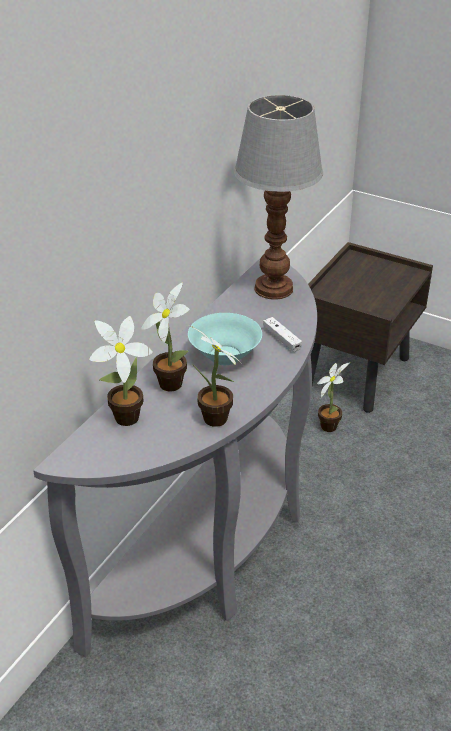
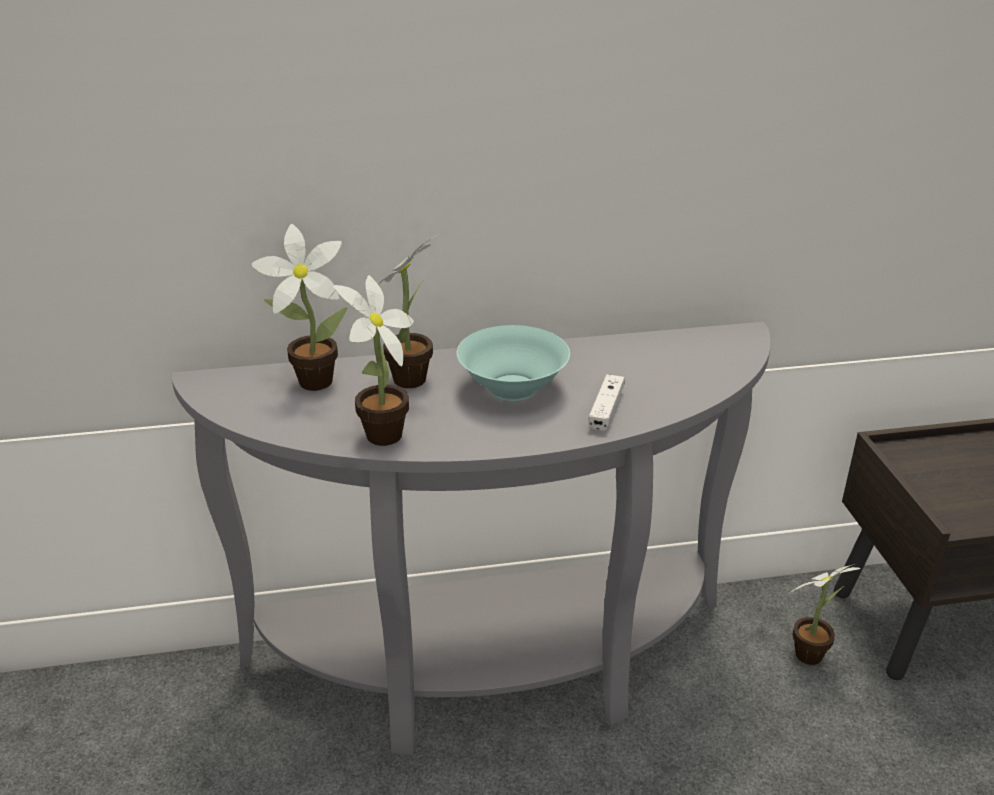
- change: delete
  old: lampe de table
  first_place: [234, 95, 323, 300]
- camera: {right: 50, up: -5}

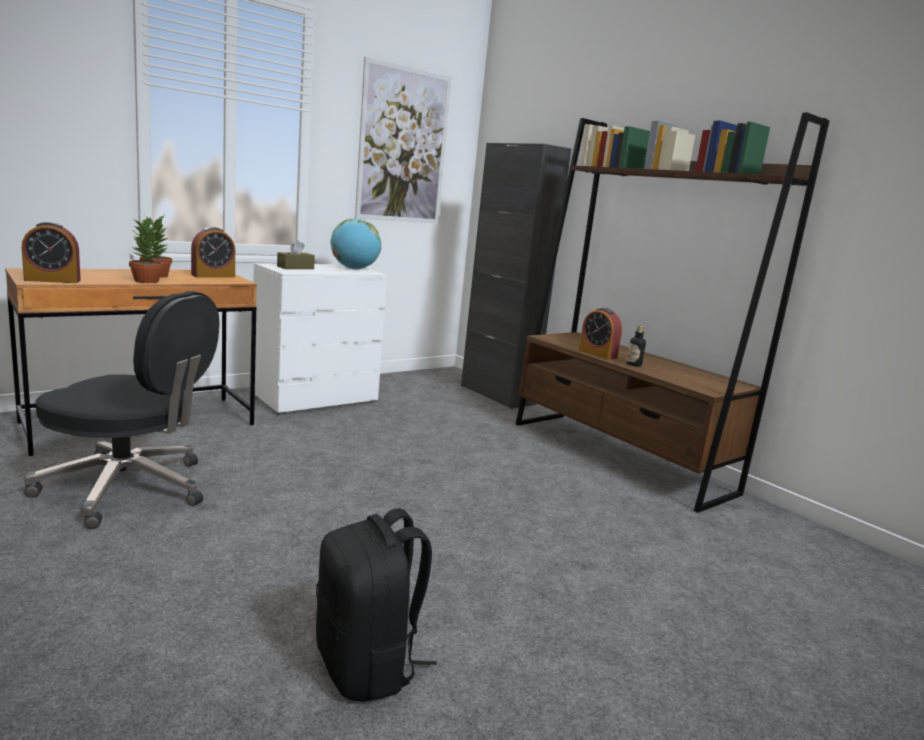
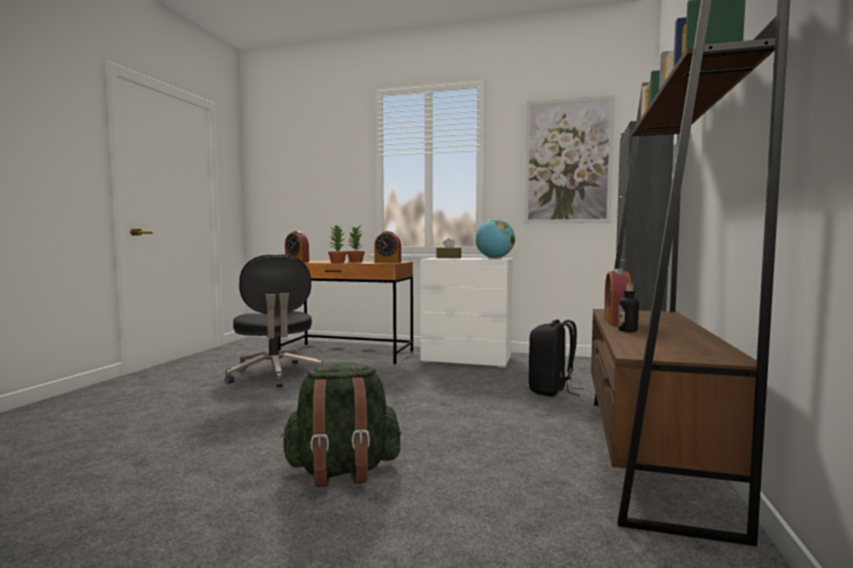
- change: insert
  new: sac à dos (vert)
  second_place: [280, 362, 401, 487]
- change: move
  old: sac à dos (noir)
  first_place: [316, 508, 437, 702]
  second_place: [529, 320, 584, 397]
- camera: {right: 55, up: -10}

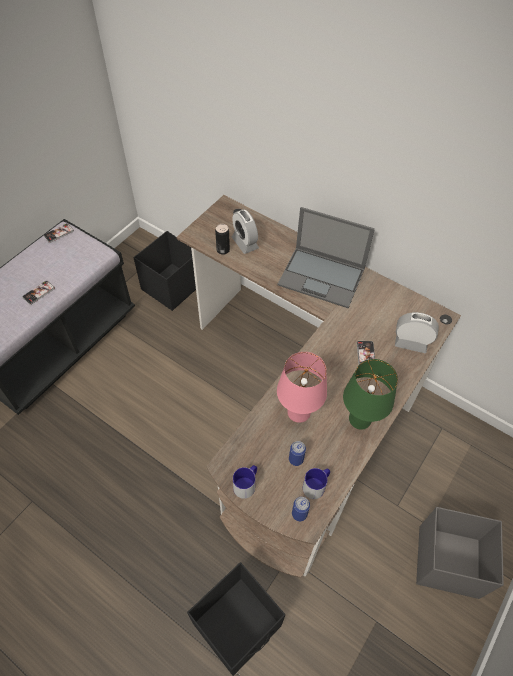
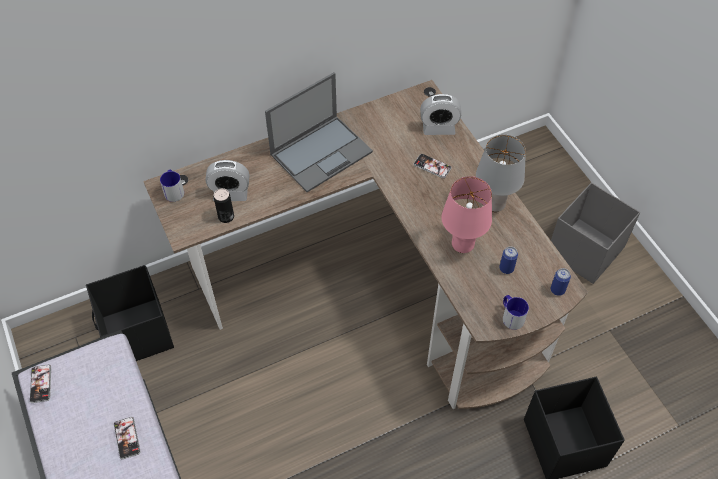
- change: move
  old: mug
  first_place: [303, 468, 330, 499]
  second_place: [160, 170, 184, 202]
- change: recolor
  old: lampe de table (vert)
  new: lampe de table (gris)
  first_place: [343, 359, 398, 430]
  second_place: [476, 135, 526, 212]
- change: rotate
  old: réveil
  first_place: [395, 312, 439, 353]
  second_place: [420, 94, 461, 135]
  degrees: -135
- camera: {right: -60, up: 0}

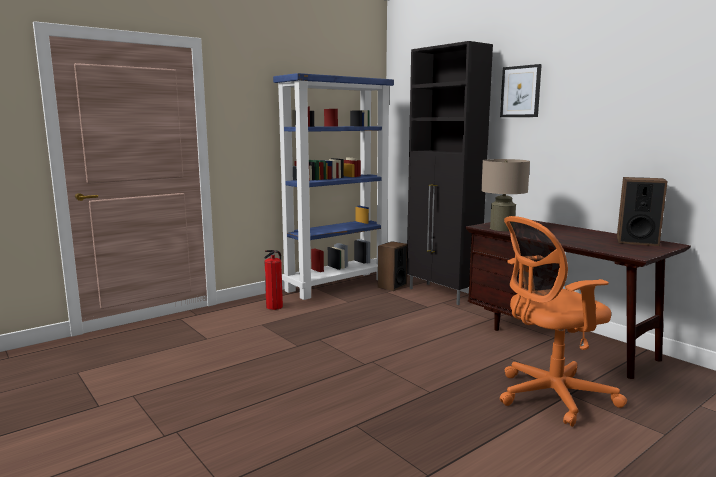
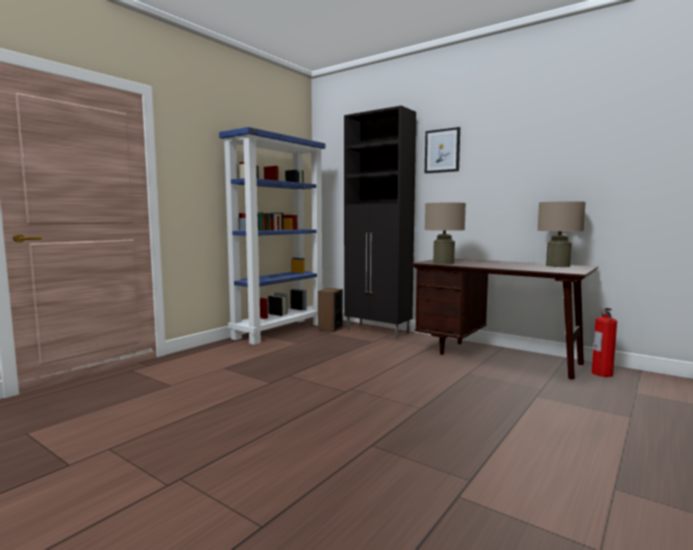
- change: delete
  old: chaise de bureau (orange)
  first_place: [500, 216, 627, 427]
- change: move
  old: extincteur
  first_place: [264, 250, 283, 310]
  second_place: [592, 308, 617, 377]
- change: replace
  old: enceinte
  new: lampe de table (beige)
  first_place: [617, 177, 668, 246]
  second_place: [537, 201, 586, 267]
- camera: {right: -15, up: -5}

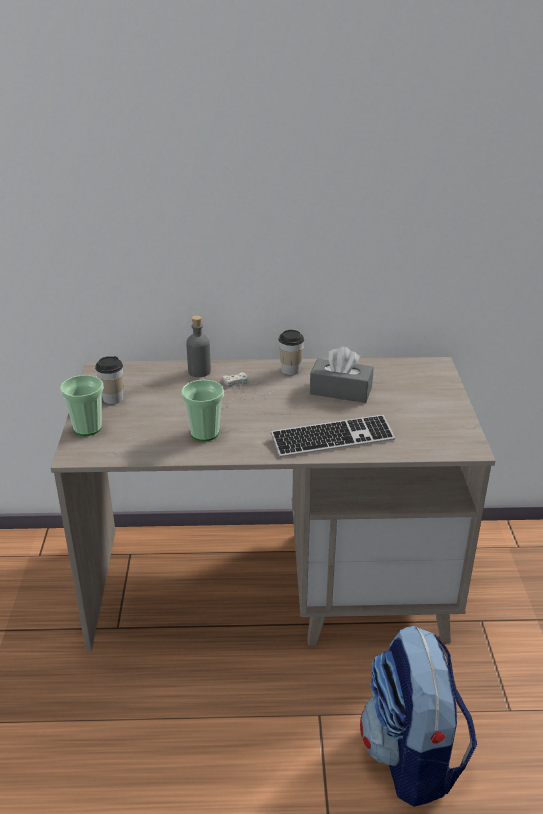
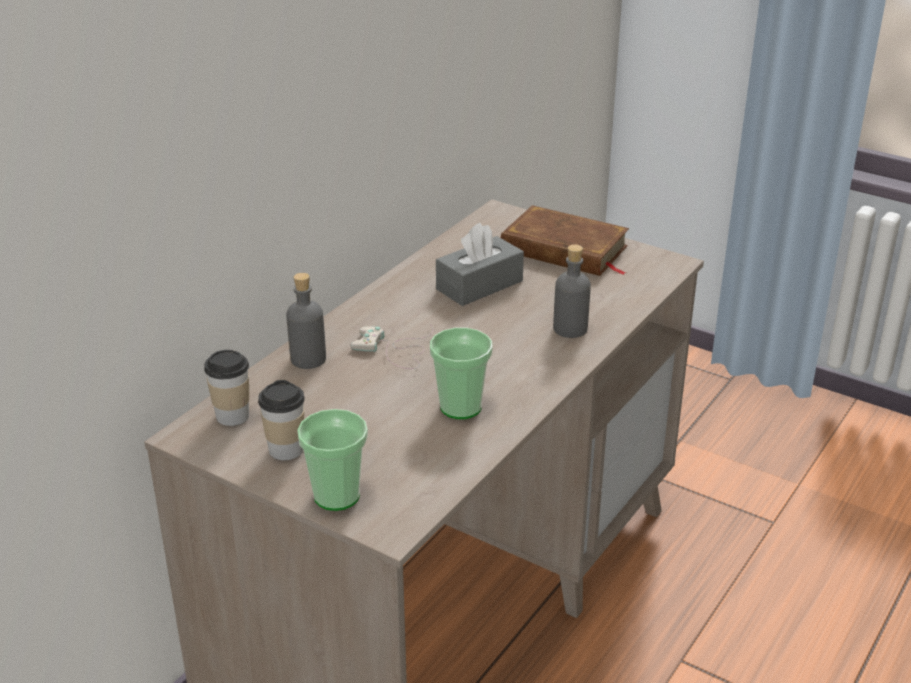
- change: delete
  old: sac à dos
  first_place: [360, 625, 477, 807]
- change: insert
  new: livre (marron)
  second_place: [501, 205, 629, 276]
- change: move
  old: tasse
  first_place: [279, 330, 304, 375]
  second_place: [204, 350, 249, 426]
- change: replace
  old: clavier
  new: bouteille (gris)
  first_place: [271, 415, 395, 457]
  second_place: [553, 245, 591, 338]
- camera: {right: -55, up: 0}

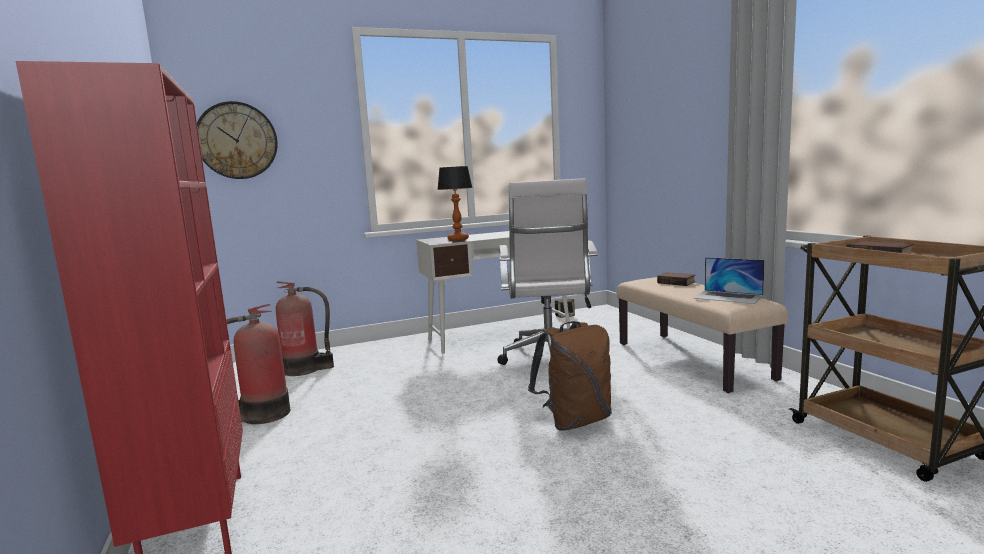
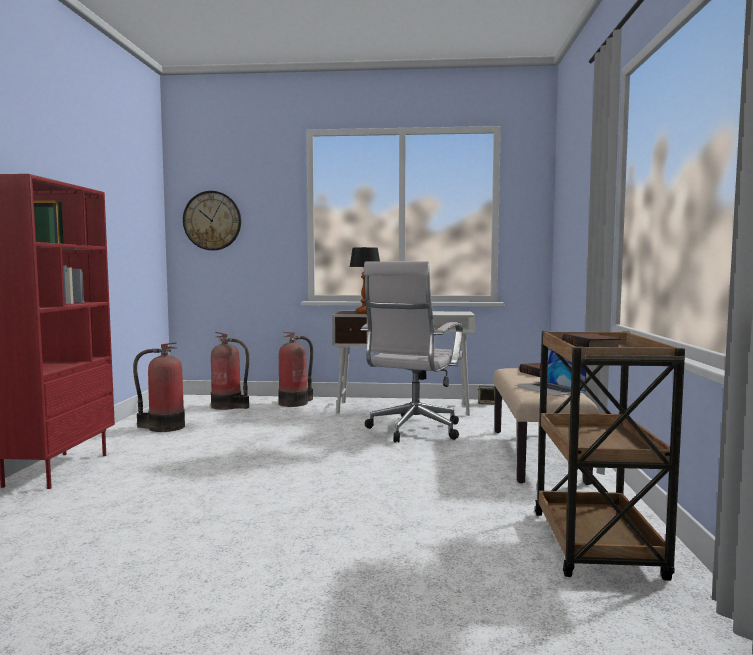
- change: delete
  old: sac à dos (marron)
  first_place: [528, 321, 612, 431]
- change: insert
  new: extincteur
  second_place: [278, 332, 313, 407]
- camera: {right: 25, up: -5}

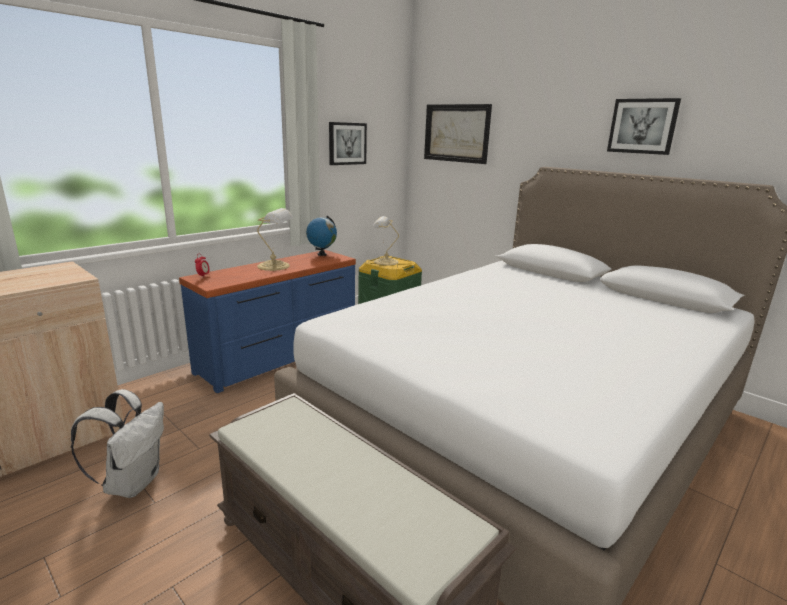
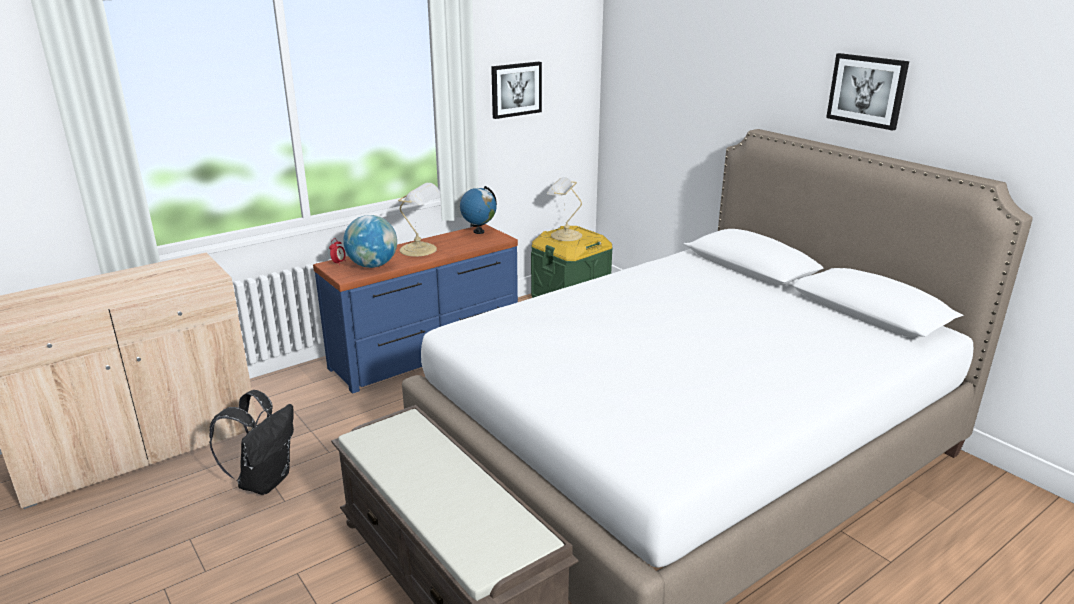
- change: delete
  old: tableau
  first_place: [424, 104, 492, 164]
- change: insert
  new: globe
  second_place: [343, 215, 397, 268]
- change: recolor
  old: sac à dos (blanc)
  new: sac à dos (noir)
  first_place: [71, 389, 164, 498]
  second_place: [209, 390, 294, 495]
- camera: {right: 10, up: 5}

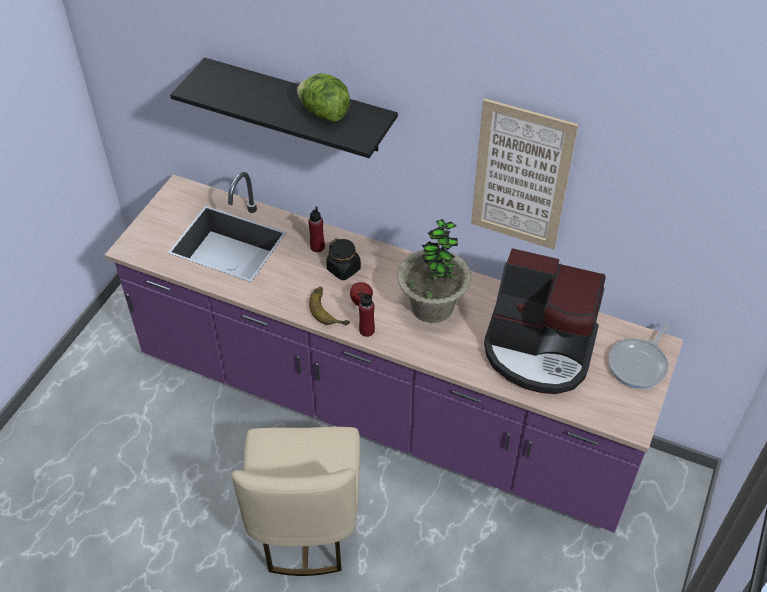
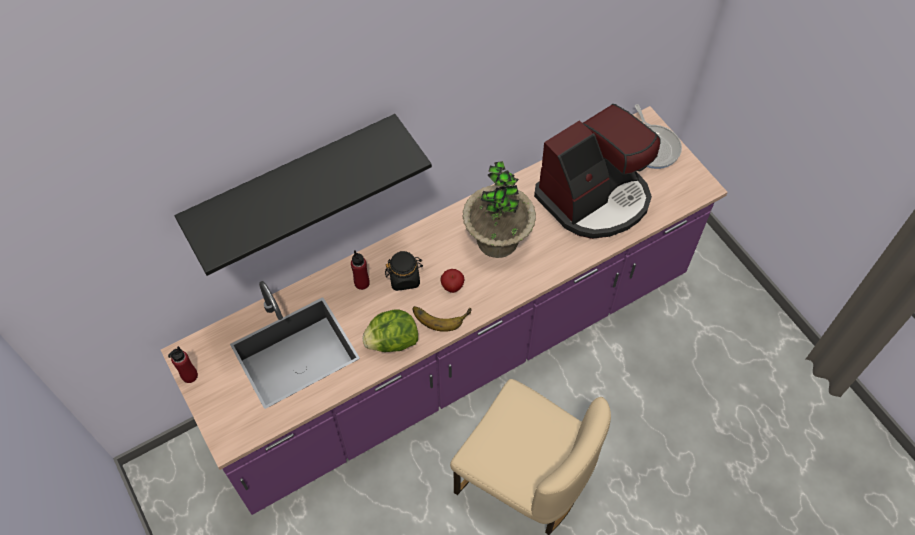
- change: delete
  old: tableau
  first_place: [471, 98, 578, 250]
- change: move
  old: laitue
  first_place: [297, 73, 350, 122]
  second_place: [362, 310, 418, 352]
- change: move
  old: bouteille (rouge)
  first_place: [358, 292, 375, 337]
  second_place: [168, 346, 198, 383]
- camera: {right: -55, up: 10}

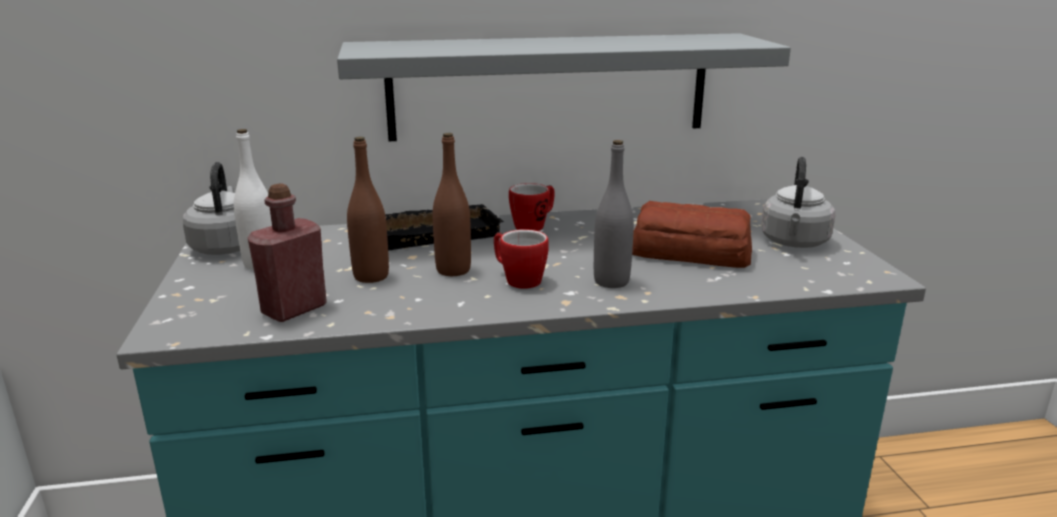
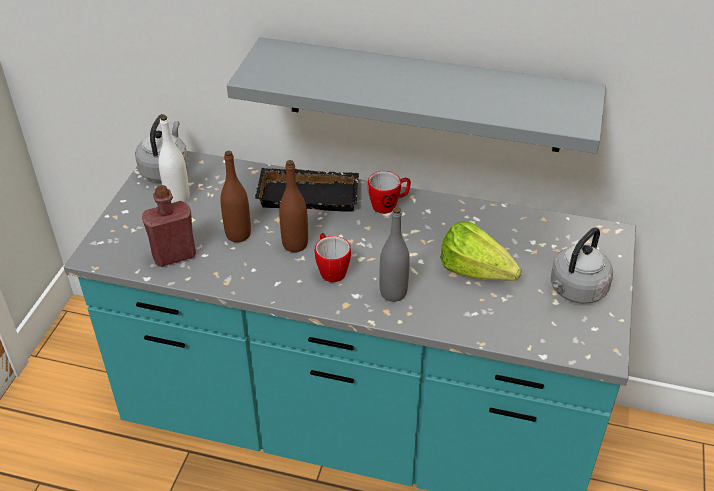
- change: replace
  old: pain
  new: laitue
  first_place: [632, 201, 752, 268]
  second_place: [440, 221, 522, 281]
- camera: {right: 25, up: 20}

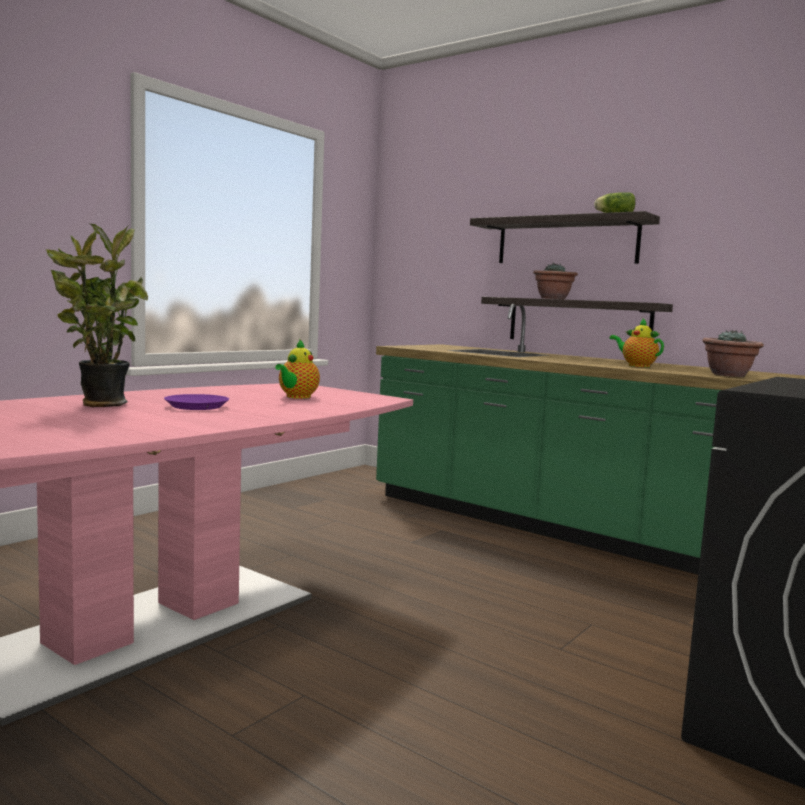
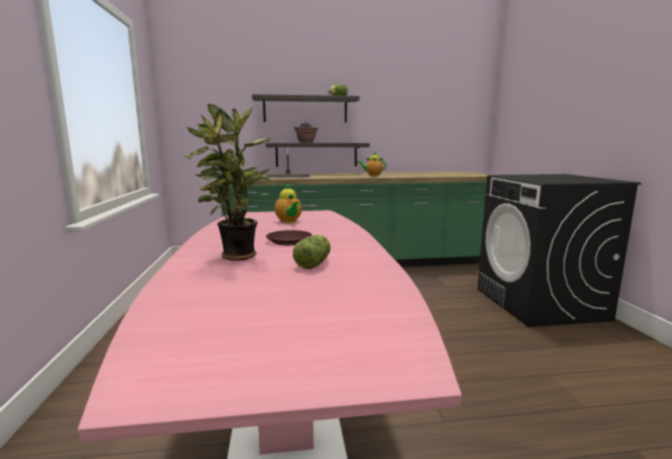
- change: delete
  old: plante en pot
  first_place: [702, 330, 764, 377]
- change: insert
  new: laitue
  second_place: [293, 235, 331, 269]
- change: recolor
  old: assiette (violet)
  new: assiette (marron)
  first_place: [164, 394, 229, 410]
  second_place: [266, 230, 312, 245]
- camera: {right: -45, up: 5}

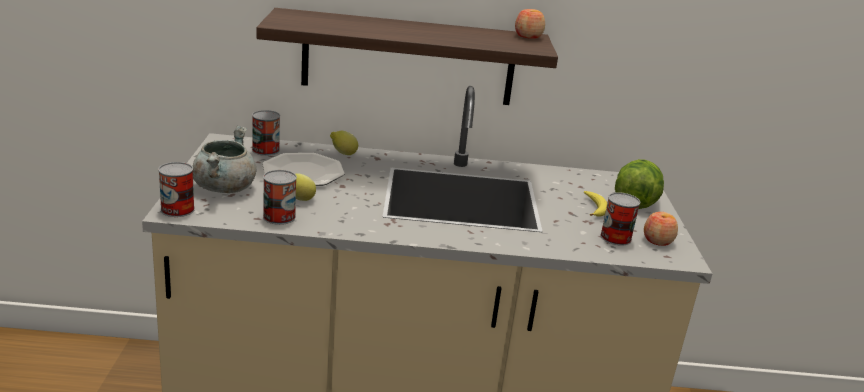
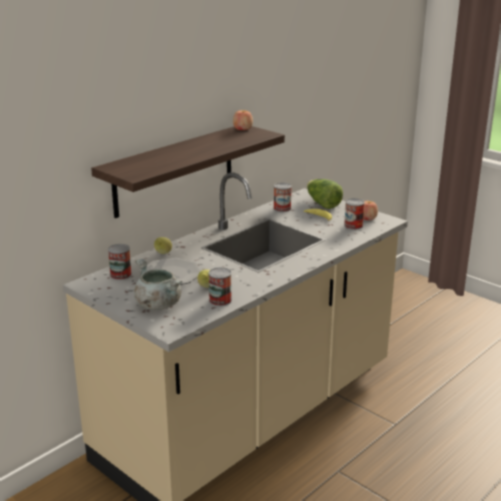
- change: move
  old: boîte métallique
  first_place: [158, 162, 195, 217]
  second_place: [274, 183, 292, 212]
- camera: {right: -45, up: 0}

